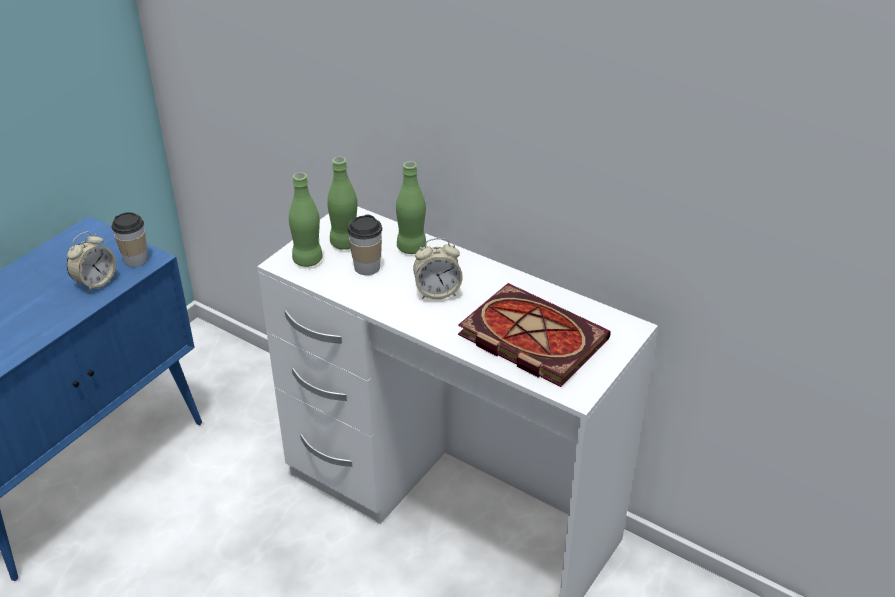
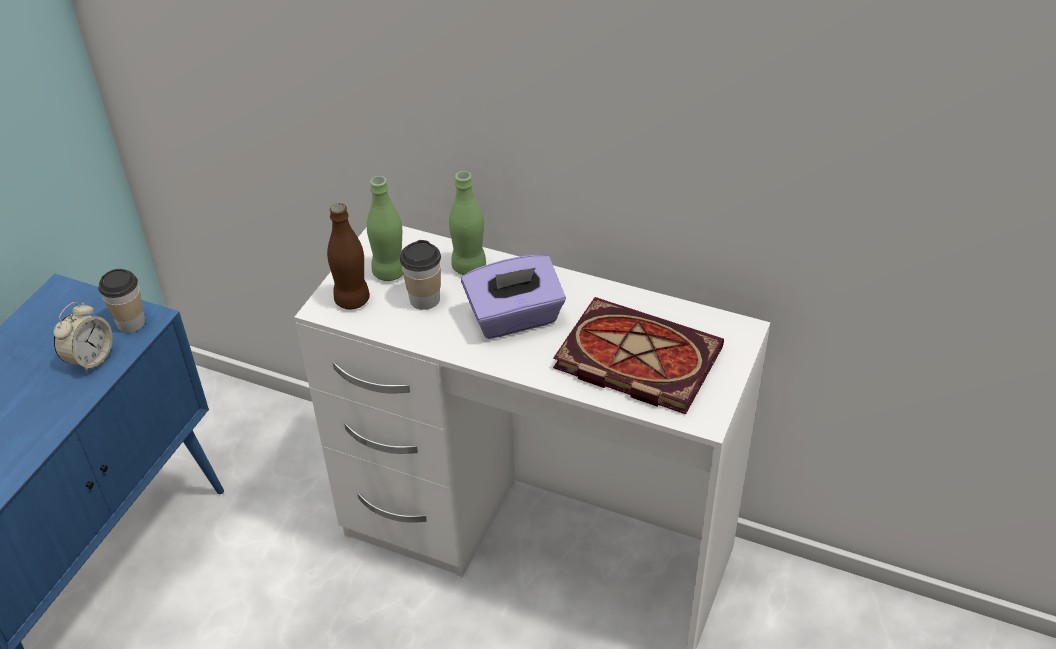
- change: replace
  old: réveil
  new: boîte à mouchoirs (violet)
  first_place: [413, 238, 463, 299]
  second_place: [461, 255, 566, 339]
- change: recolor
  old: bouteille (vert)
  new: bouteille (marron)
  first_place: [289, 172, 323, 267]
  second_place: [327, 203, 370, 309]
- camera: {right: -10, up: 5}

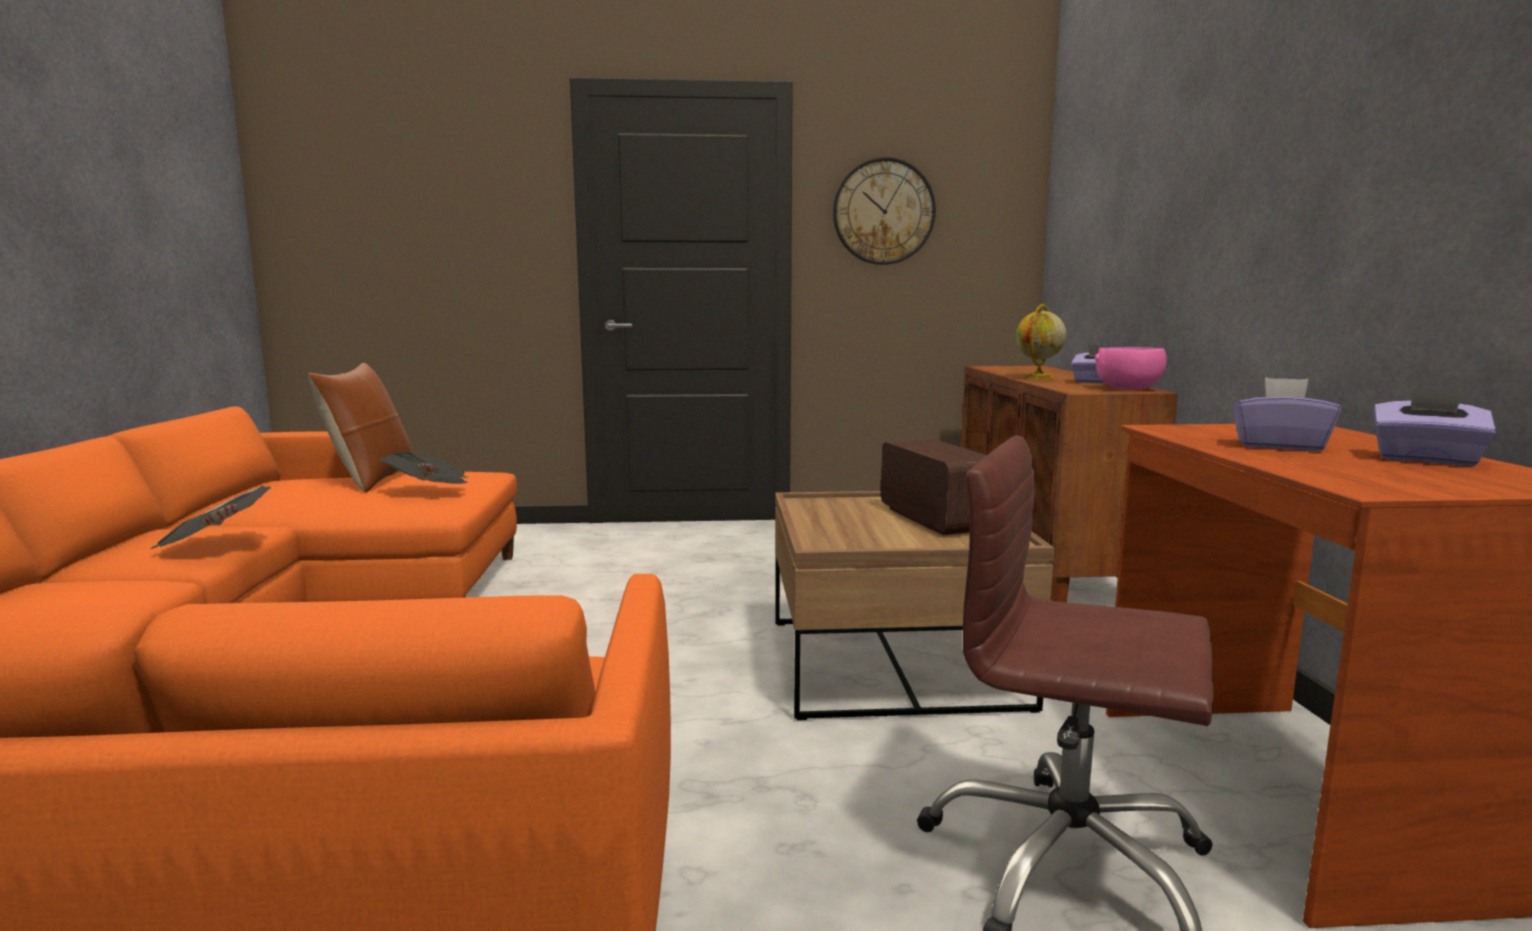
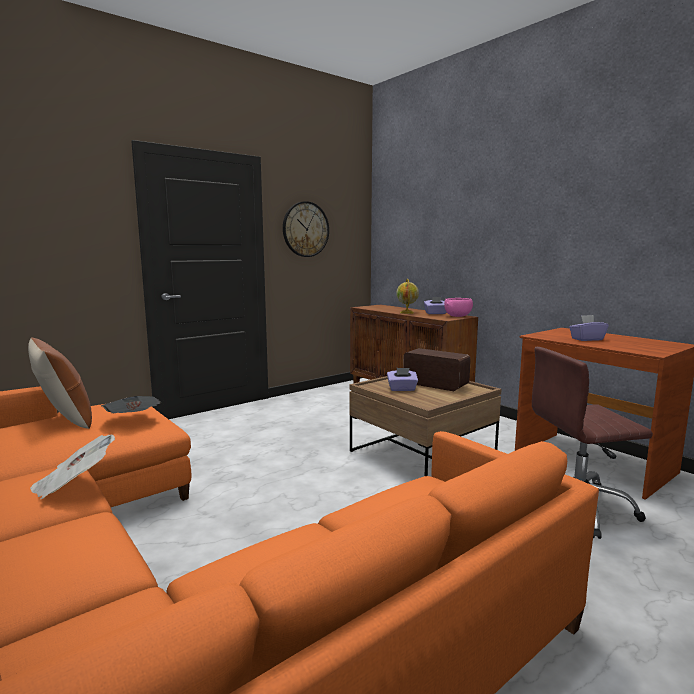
- change: move
  old: boîte à mouchoirs (violet)
  first_place: [1373, 386, 1496, 466]
  second_place: [387, 368, 418, 391]
- camera: {right: -35, up: 0}

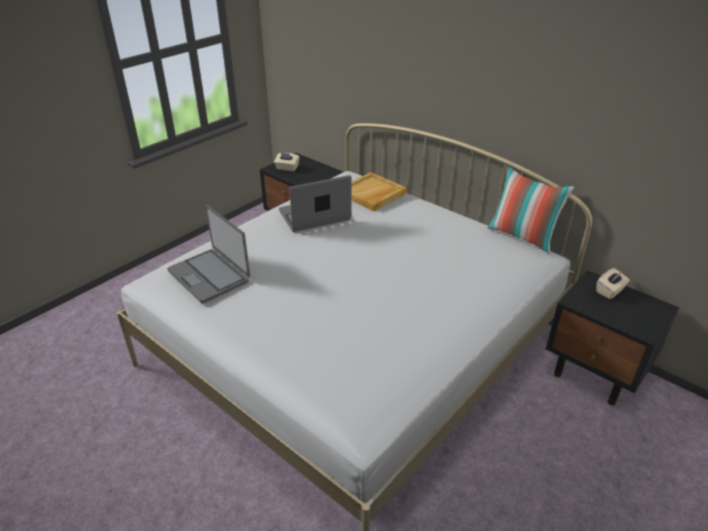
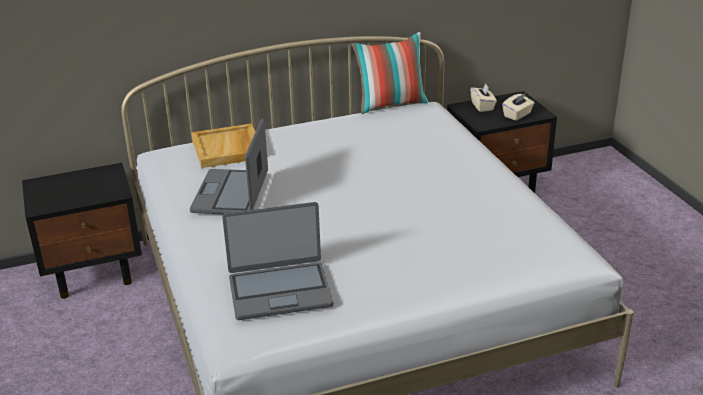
- change: move
  old: boîte à mouchoirs (beige)
  first_place: [274, 153, 300, 171]
  second_place: [502, 93, 534, 121]
- camera: {right: -60, up: -5}

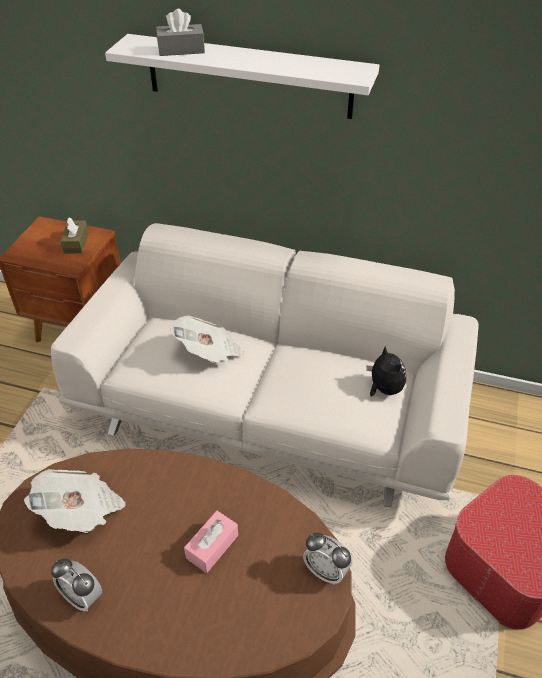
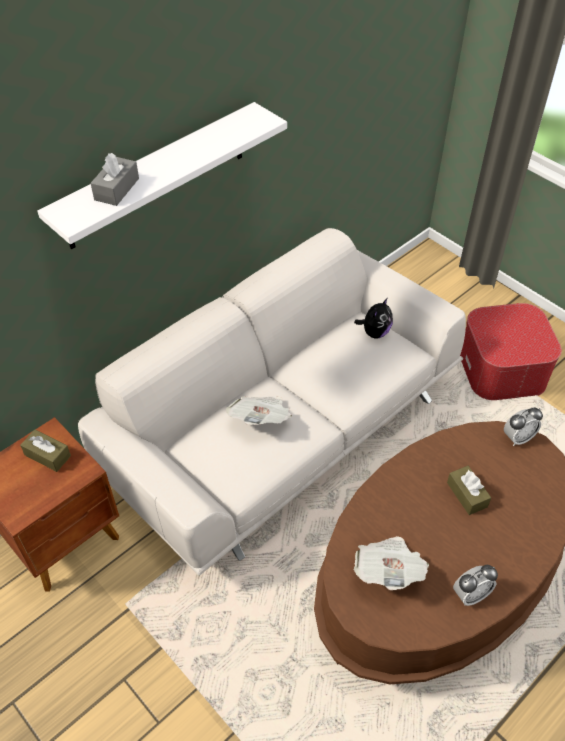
- change: recolor
  old: boîte à mouchoirs (rose)
  new: boîte à mouchoirs (marron)
  first_place: [184, 511, 238, 573]
  second_place: [447, 466, 491, 515]
- change: rotate
  old: peluche
  first_place: [366, 345, 406, 396]
  second_place: [354, 297, 393, 339]
  degrees: 120
- camera: {right: -60, up: 5}

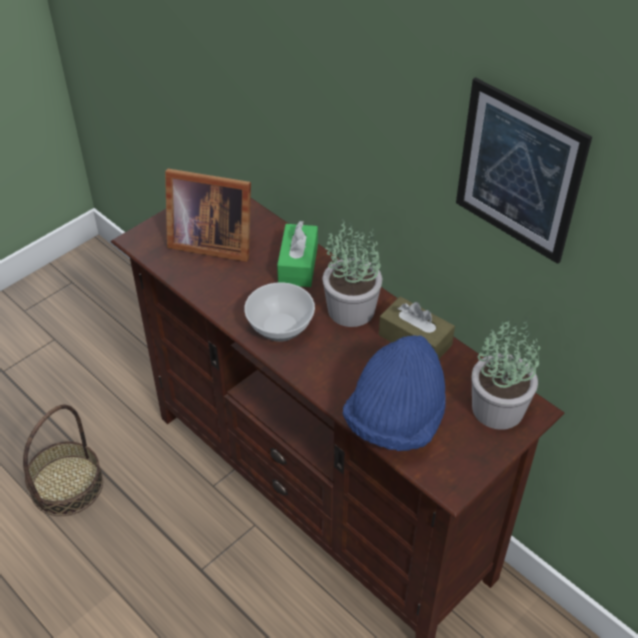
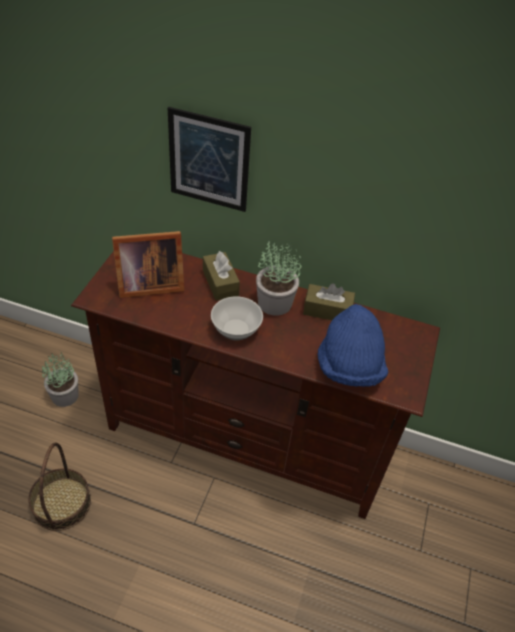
- change: move
  old: tableau
  first_place: [456, 77, 592, 264]
  second_place: [168, 107, 251, 212]
- change: move
  old: plante en pot
  first_place: [472, 317, 540, 430]
  second_place: [42, 352, 79, 407]
- change: recolor
  old: boîte à mouchoirs (vert)
  new: boîte à mouchoirs (marron)
  first_place: [277, 221, 318, 287]
  second_place: [203, 251, 240, 301]
- camera: {right: -30, up: 0}

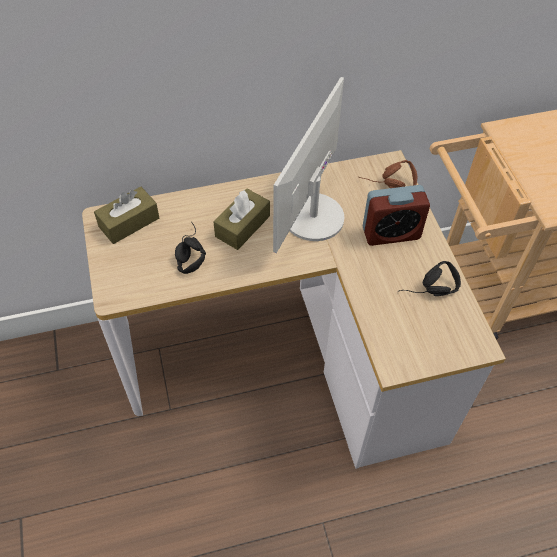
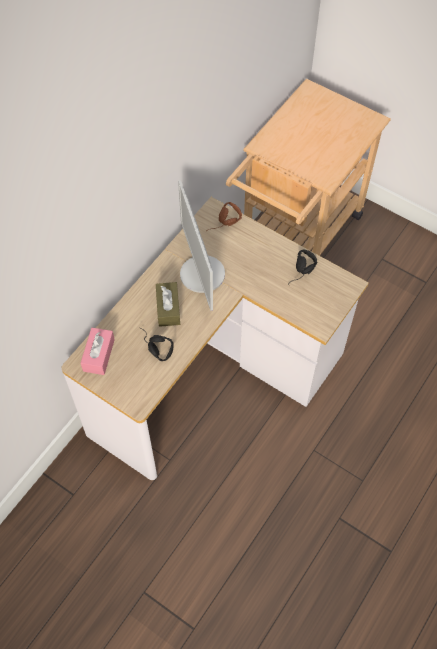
- change: delete
  old: réveil
  first_place: [363, 185, 430, 246]
- change: recolor
  old: boîte à mouchoirs (marron)
  new: boîte à mouchoirs (rose)
  first_place: [94, 186, 159, 244]
  second_place: [81, 328, 115, 375]
- camera: {right: -40, up: 5}

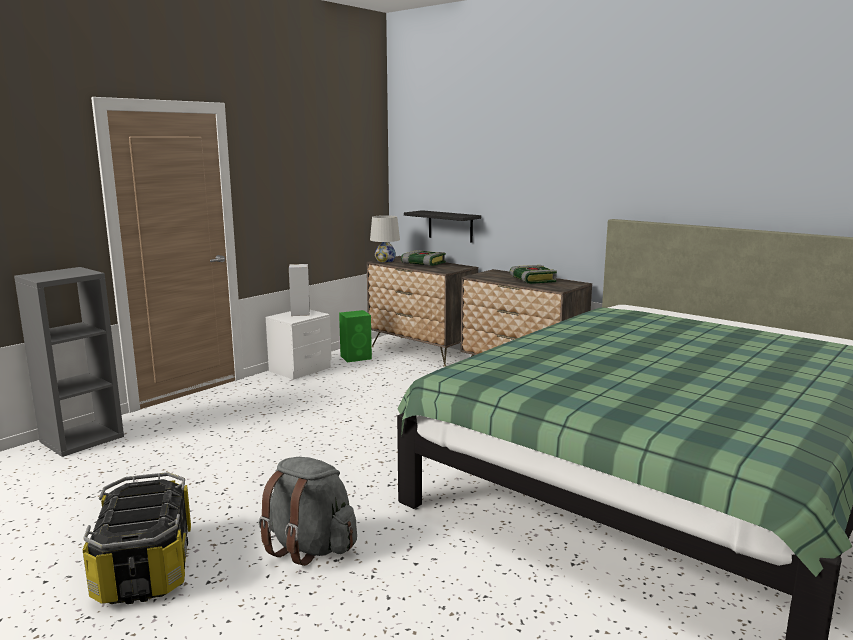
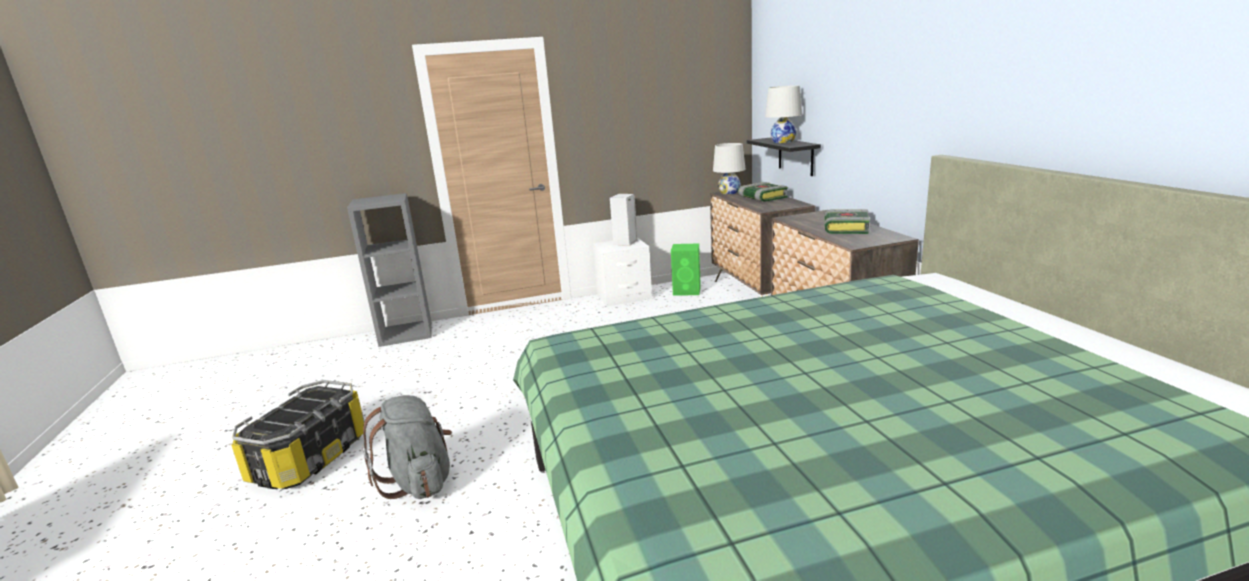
- change: insert
  new: lampe de table (blanc)
  second_place: [765, 85, 802, 143]
- camera: {right: 35, up: 5}

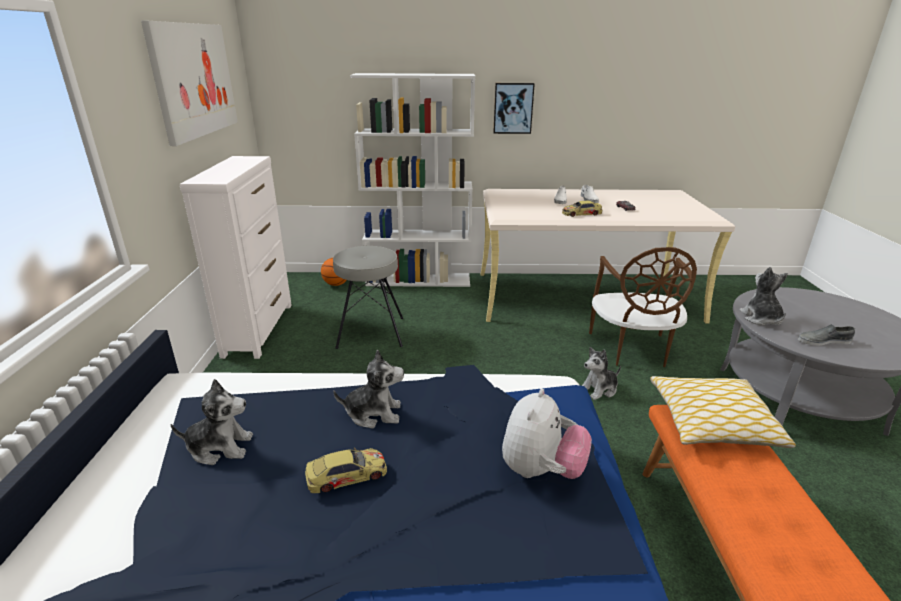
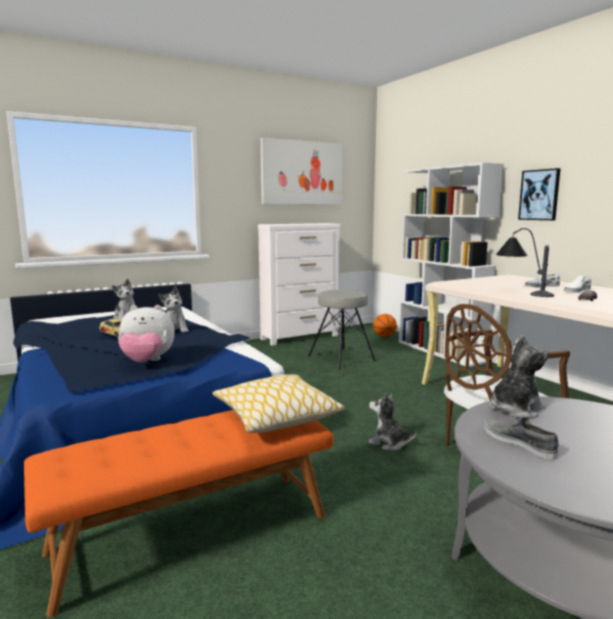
- change: replace
  old: petite voiture
  new: lampe de table
  first_place: [562, 201, 603, 217]
  second_place: [496, 228, 554, 297]
- camera: {right: 60, up: -15}

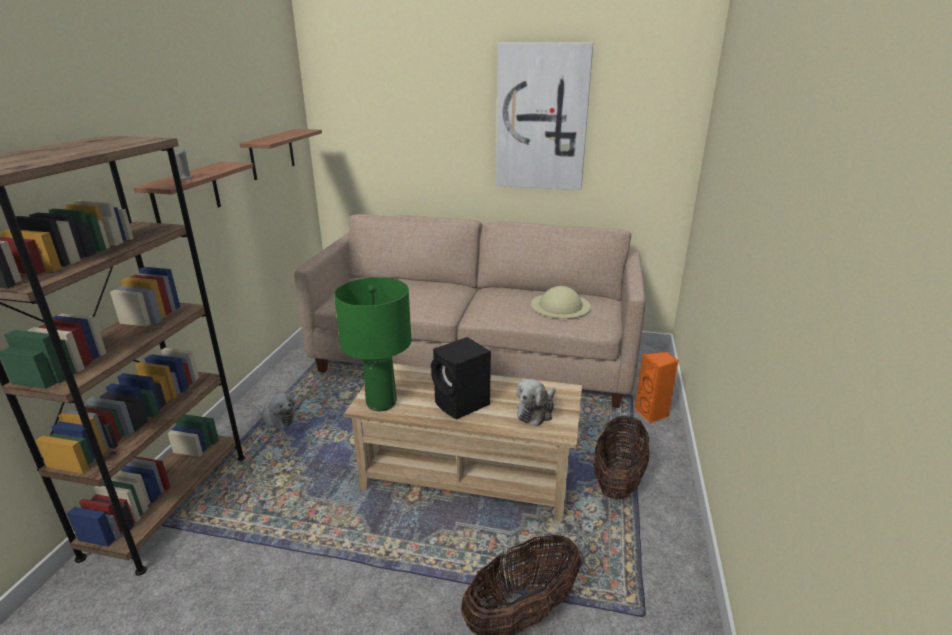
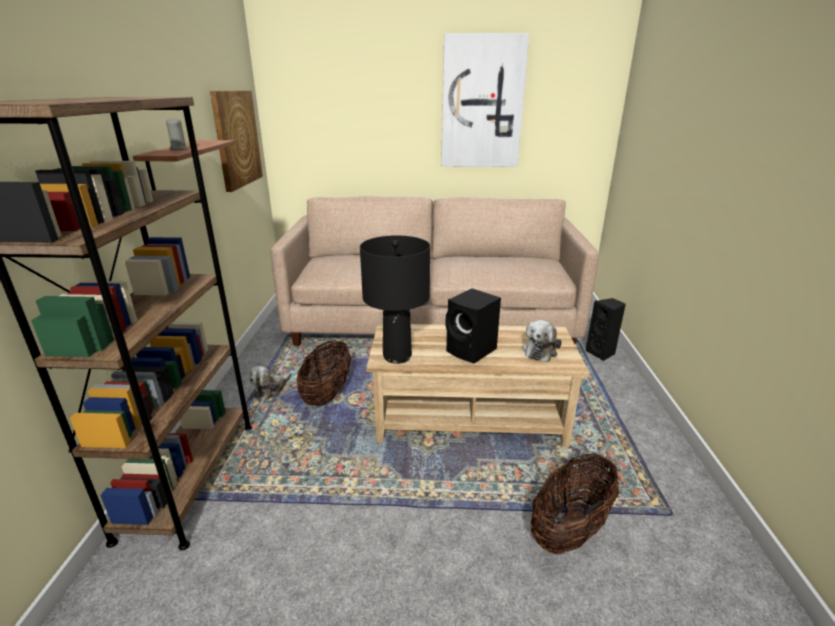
- change: delete
  old: chapeau (beige)
  first_place: [531, 286, 591, 319]
- change: move
  old: panier
  first_place: [593, 415, 649, 500]
  second_place: [296, 341, 351, 406]
- change: replace
  old: étagère
  new: tableau
  first_place: [240, 129, 322, 180]
  second_place: [210, 91, 263, 192]
- change: recolor
  old: lampe de table (vert)
  new: lampe de table (noir)
  first_place: [334, 277, 412, 411]
  second_place: [360, 235, 430, 364]
- change: recolor
  old: enceinte (orange)
  new: enceinte (noir)
  first_place: [635, 352, 679, 424]
  second_place: [585, 298, 626, 361]
- change: rotate
  old: peluche
  first_place: [257, 392, 297, 428]
  second_place: [249, 366, 292, 401]
  degrees: 105
- camera: {right: -10, up: 0}

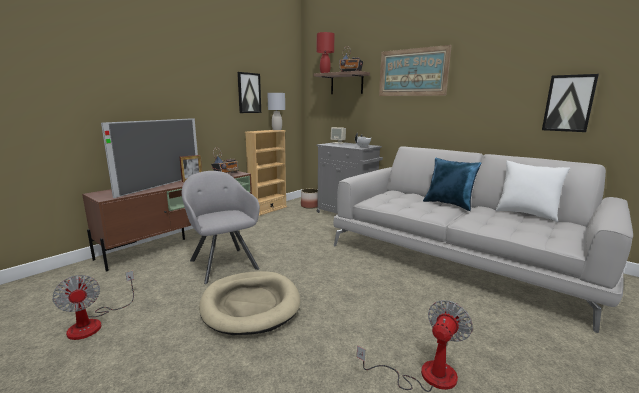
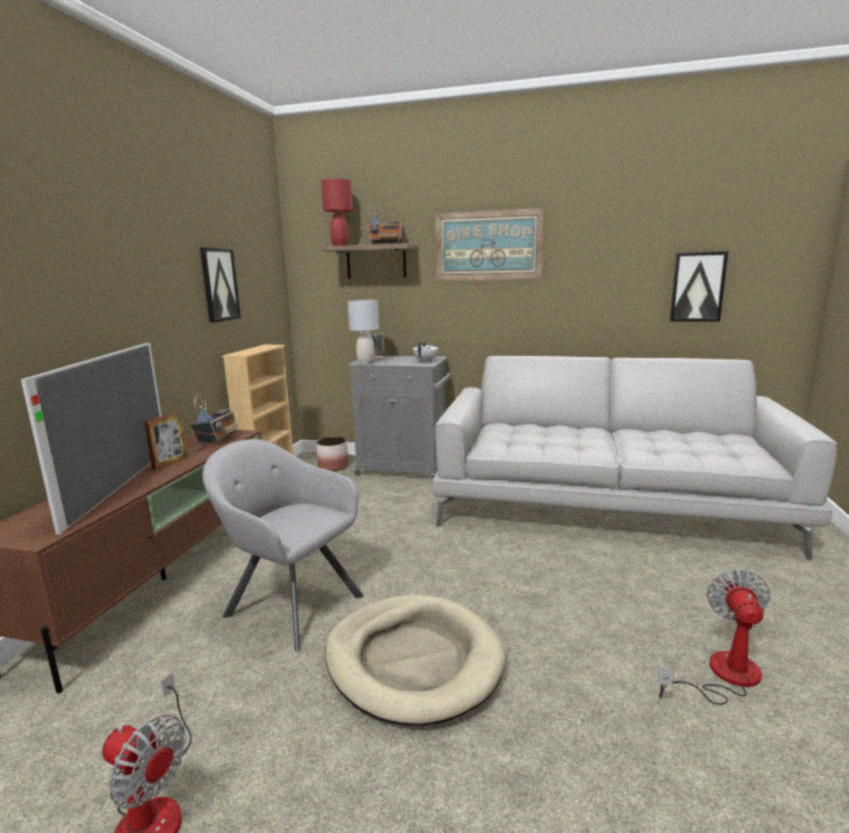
- change: delete
  old: coussin (bleu)
  first_place: [423, 158, 482, 211]
- change: delete
  old: coussin (blanc)
  first_place: [496, 161, 571, 222]
- change: move
  old: lampe de table (gris)
  first_place: [267, 93, 285, 130]
  second_place: [348, 300, 379, 364]
- camera: {right: -25, up: 0}

